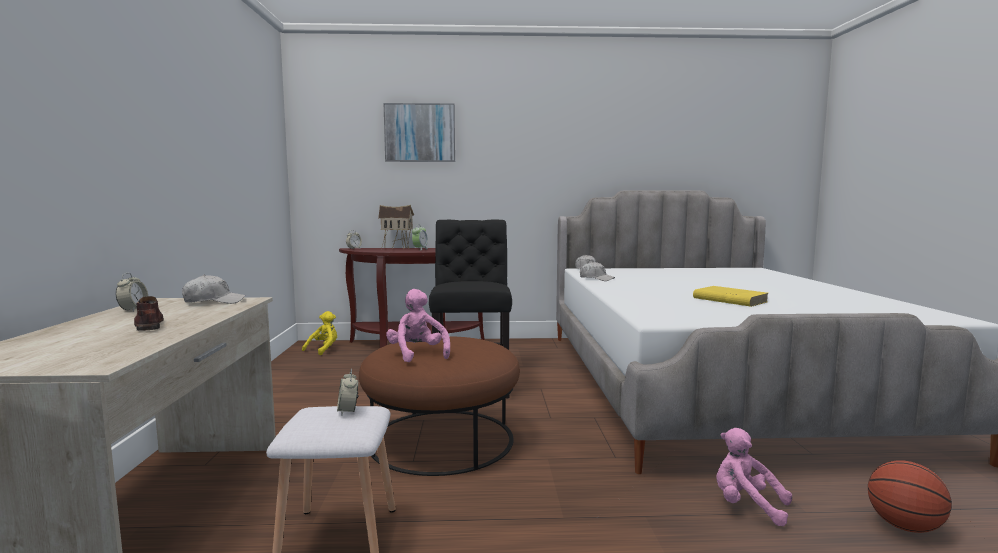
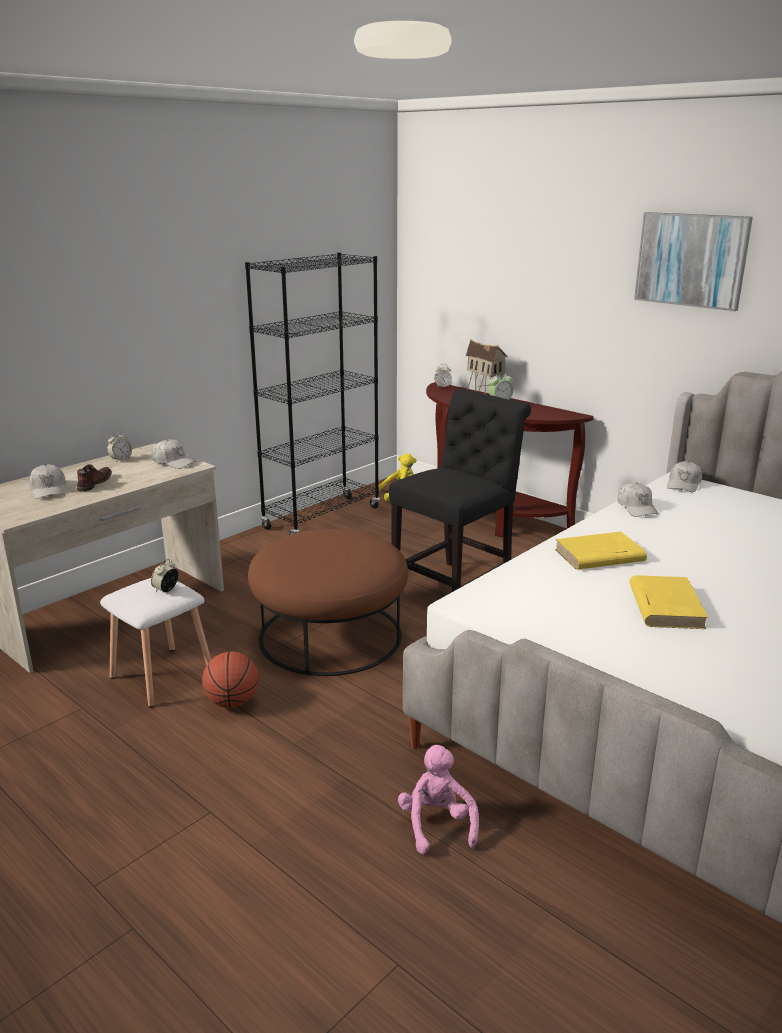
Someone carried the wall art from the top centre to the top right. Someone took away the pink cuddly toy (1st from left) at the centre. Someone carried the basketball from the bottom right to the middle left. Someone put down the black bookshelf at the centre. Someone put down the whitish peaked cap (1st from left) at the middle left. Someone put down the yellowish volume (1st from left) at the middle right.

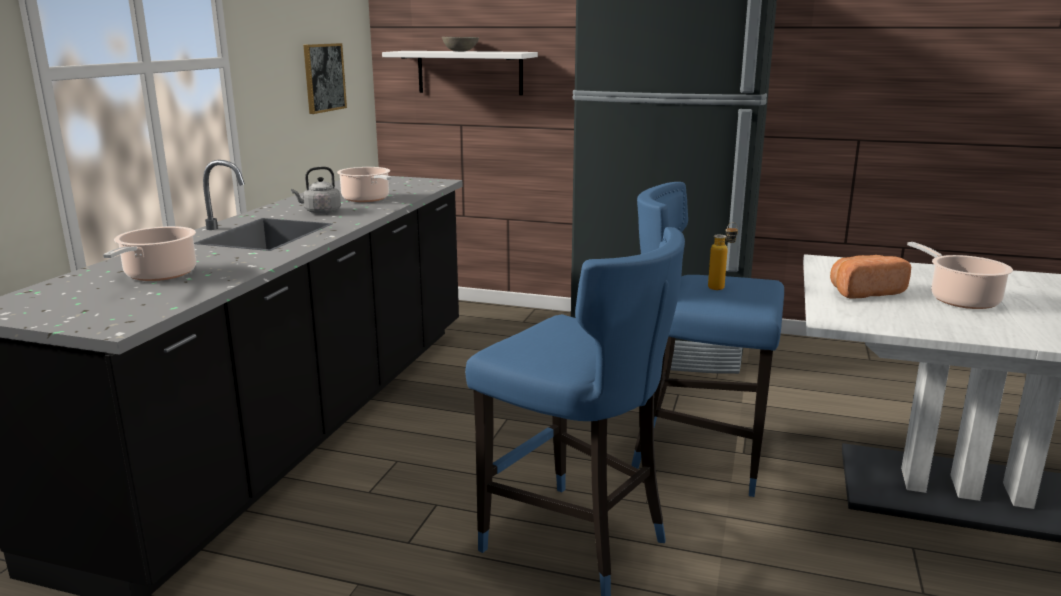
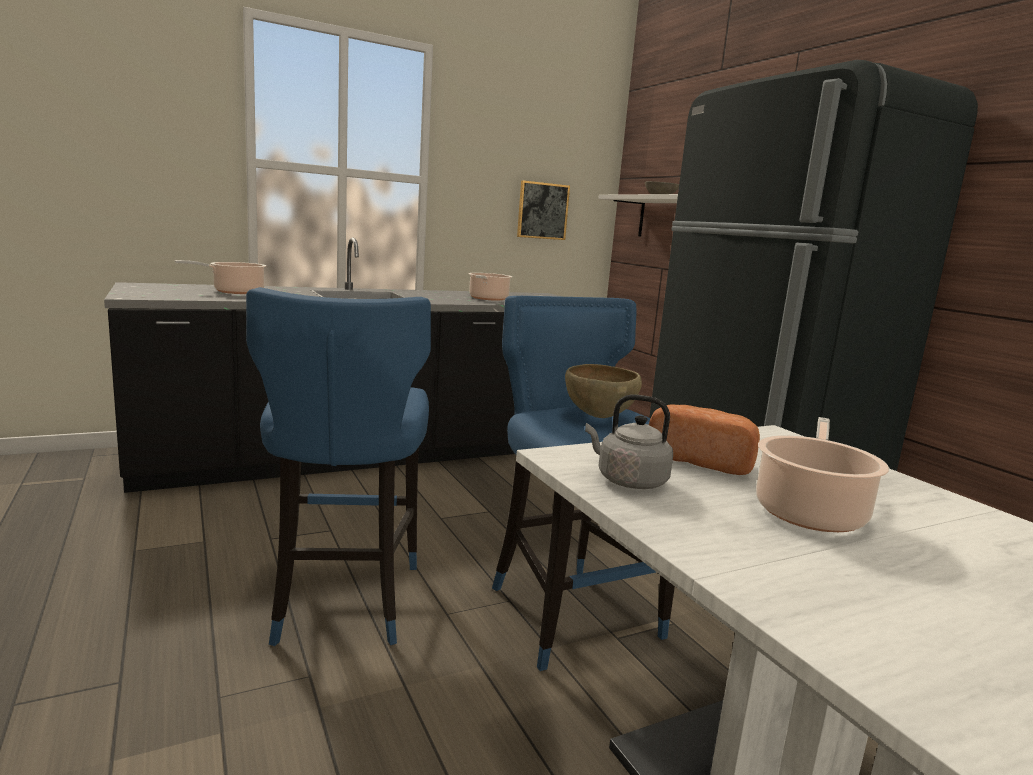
Someone carried the gray tea kettle from the top left to the centre. Someone swapped the bottle at the middle right for the brownish deep dish at the centre.

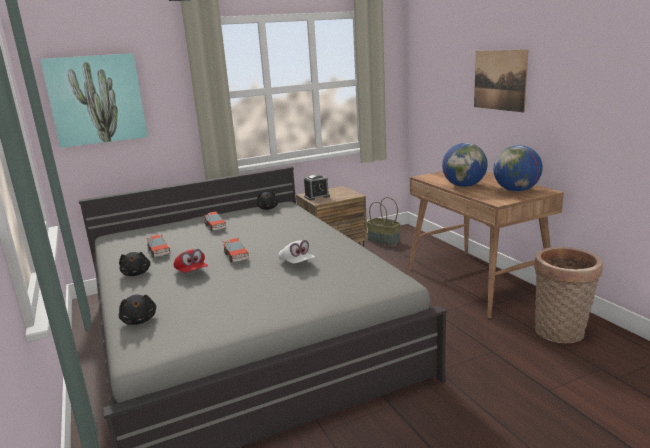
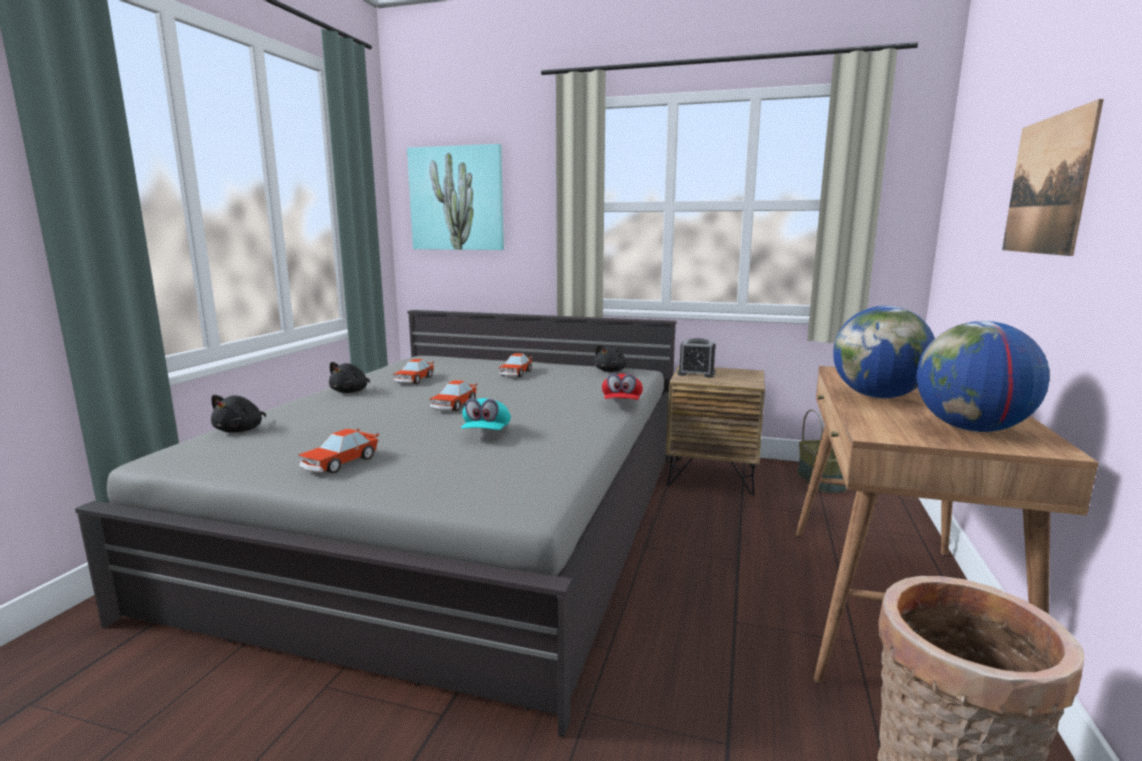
Someone repainted the whitish peaked cap at the centre, which became the blue-green peaked cap at the centre. Someone carried the red-coloured peaked cap from the middle left to the centre. Someone put down the toy car (1st from left) at the middle left.

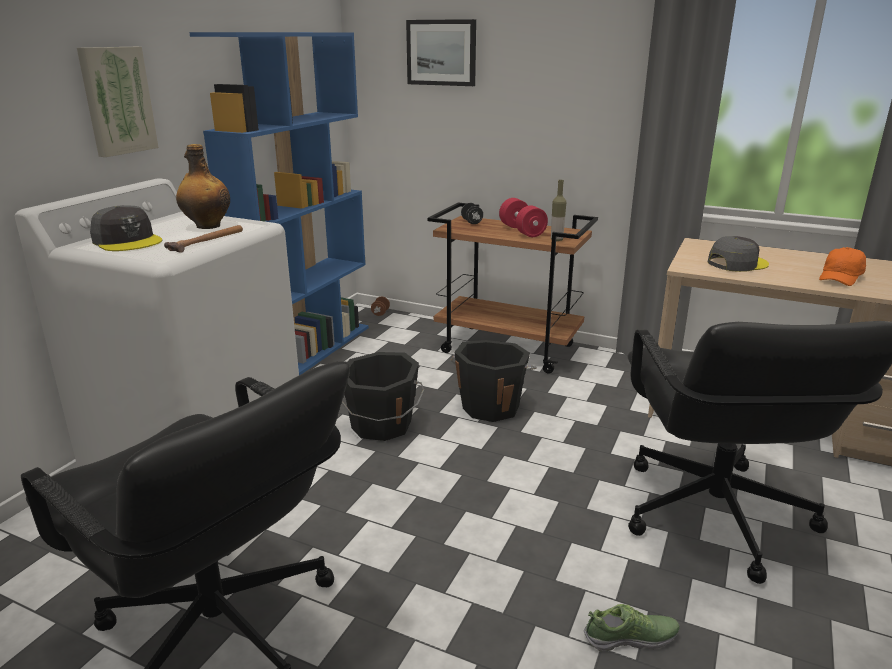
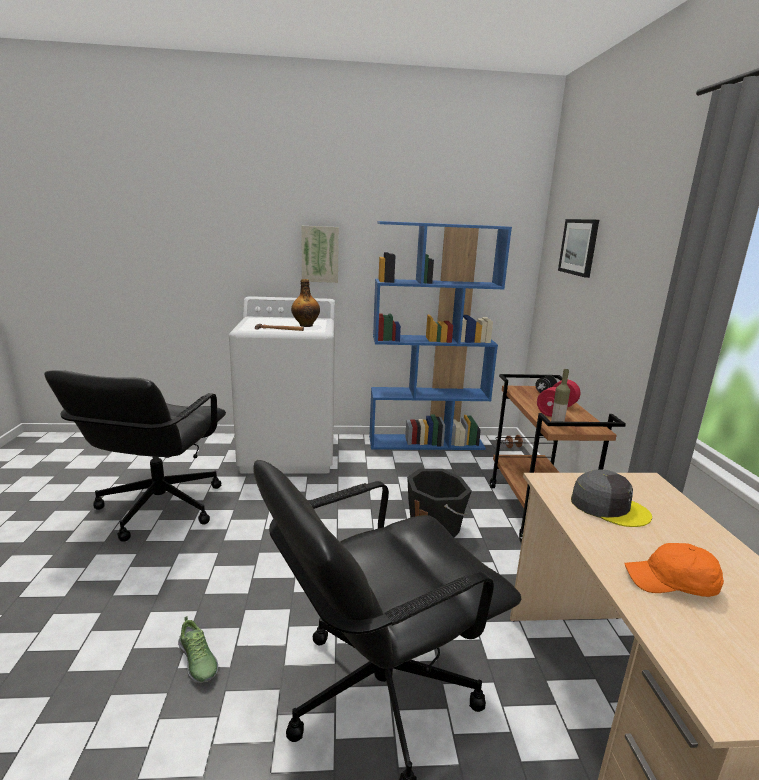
Someone took away the gray peaked cap (1st from left) at the middle left. Someone took away the black water bucket (1st from left) at the centre.

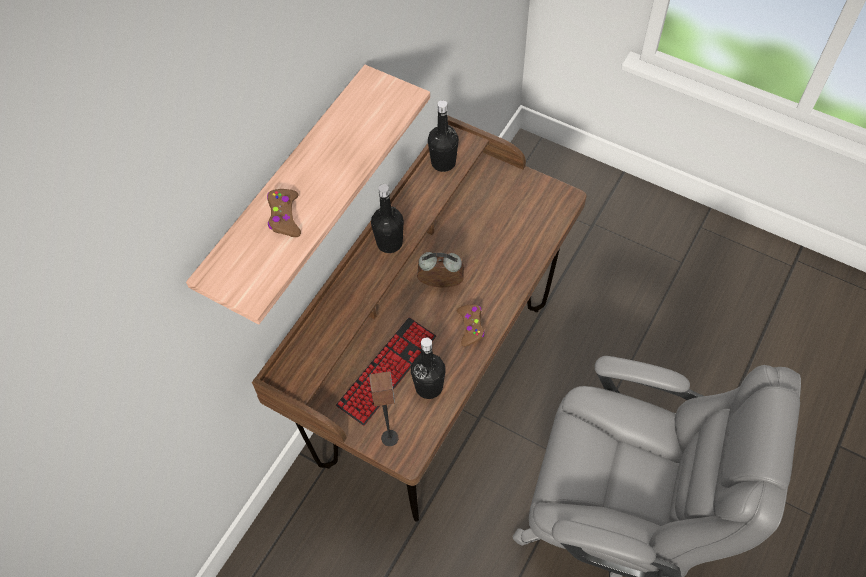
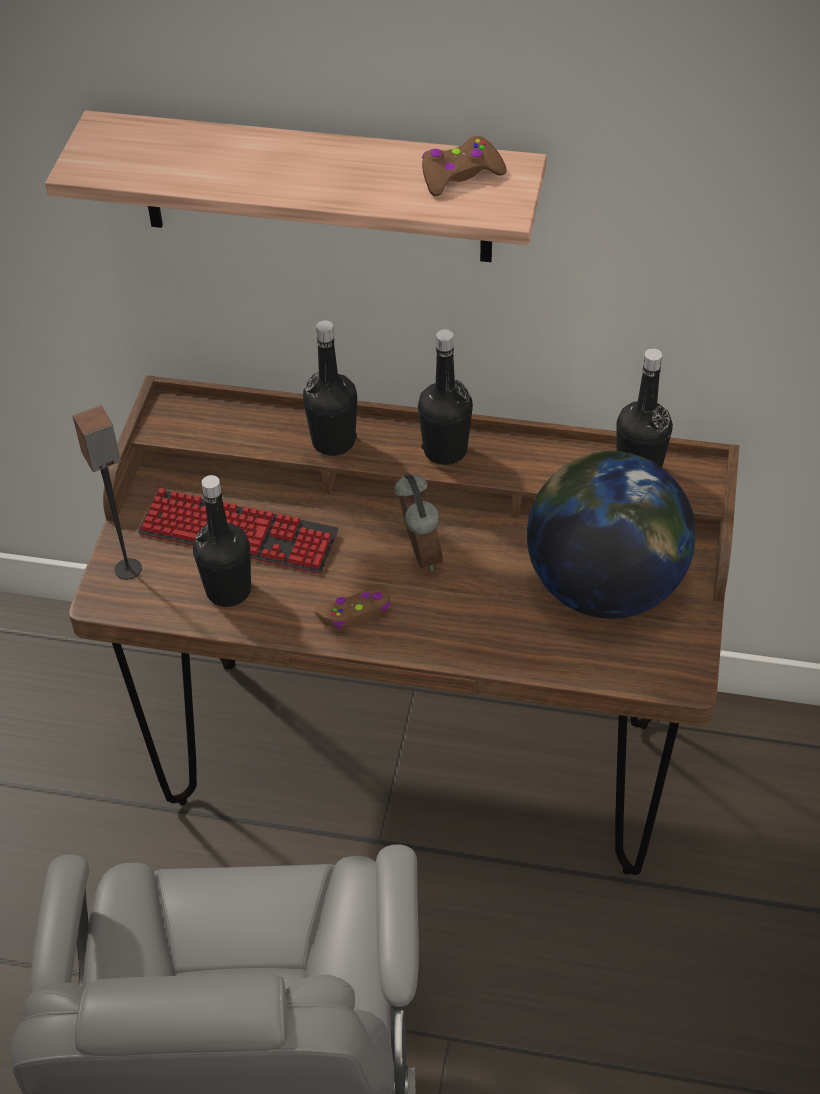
Someone carried the brownish joypad (1st from left in the first image) from the middle left to the top centre. Someone put down the black bottle (2nd from left) at the centre. Someone put down the world globe at the middle right.

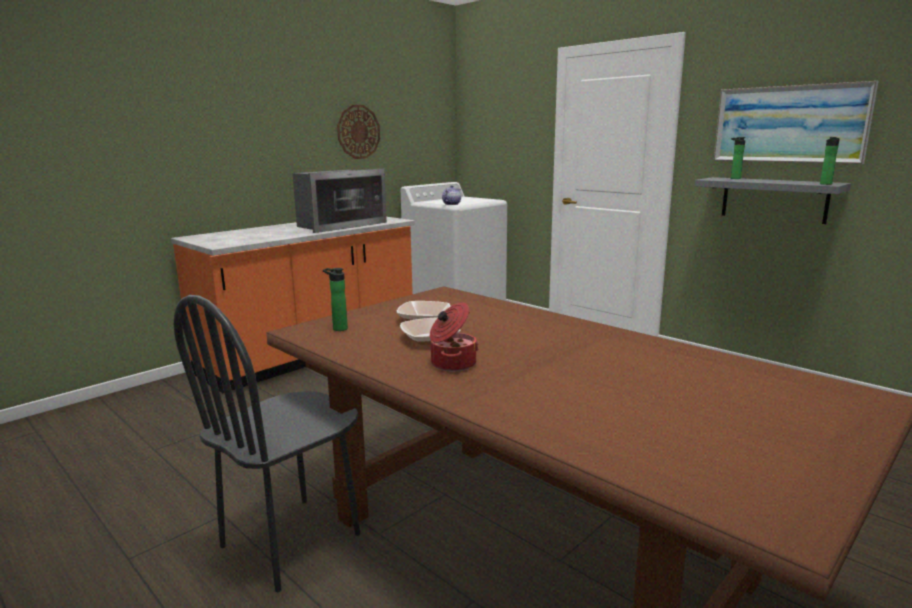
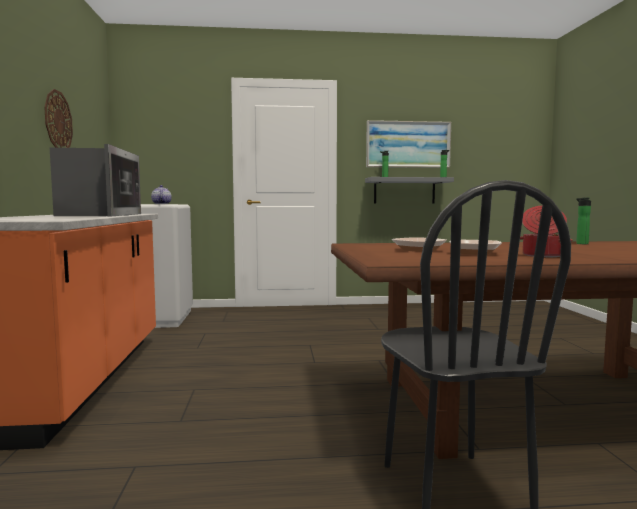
Someone carried the bottle (1st from left in the first image) from the centre to the middle right.

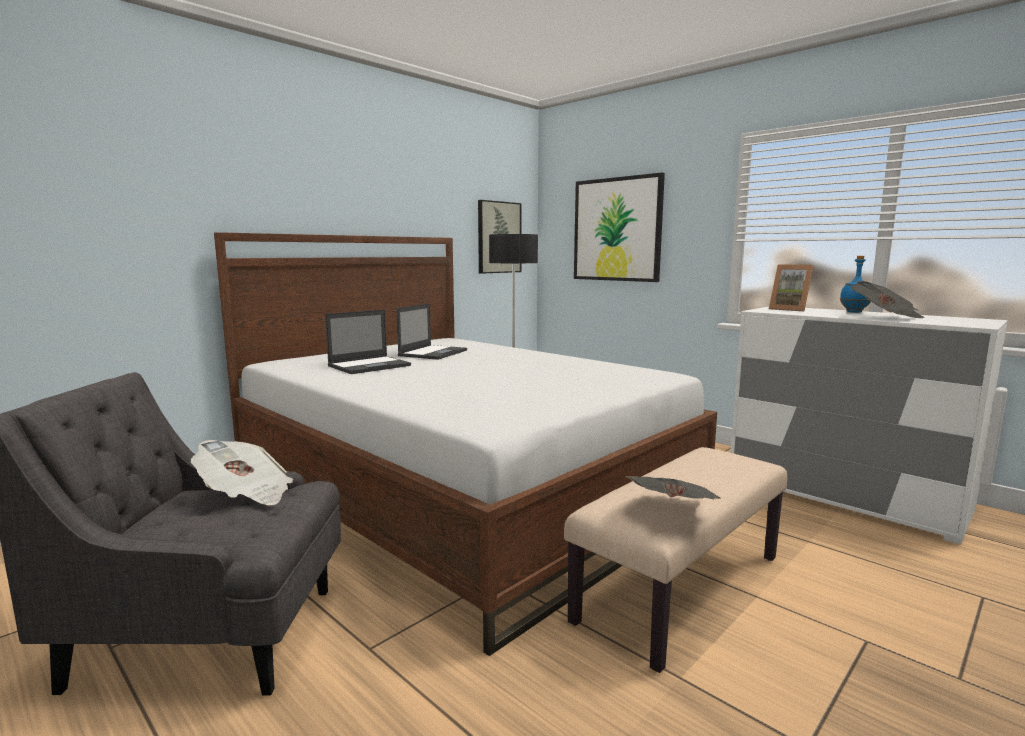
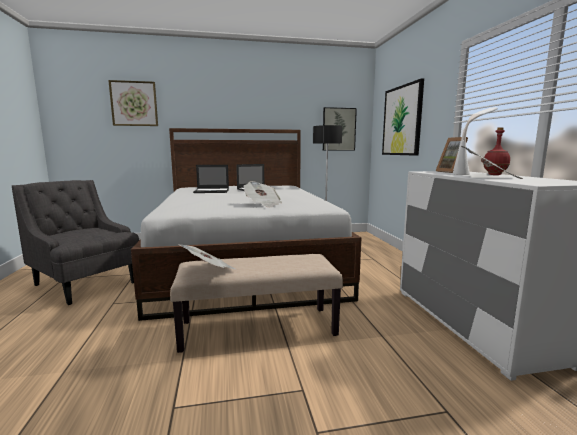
Someone repainted the bluish bottle at the middle right, which became the red-coloured bottle at the middle right. Someone carried the printed paper (1st from left in the first image) from the middle left to the centre. Someone put up the wall art (1st from left) at the top left. Someone put down the whitish lamp for a table at the top right.

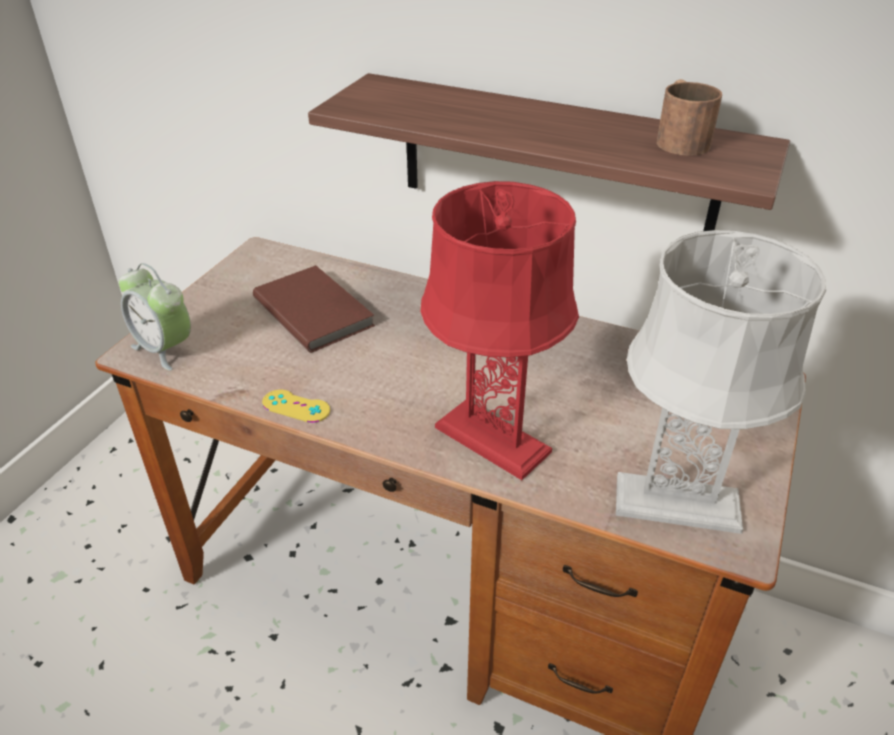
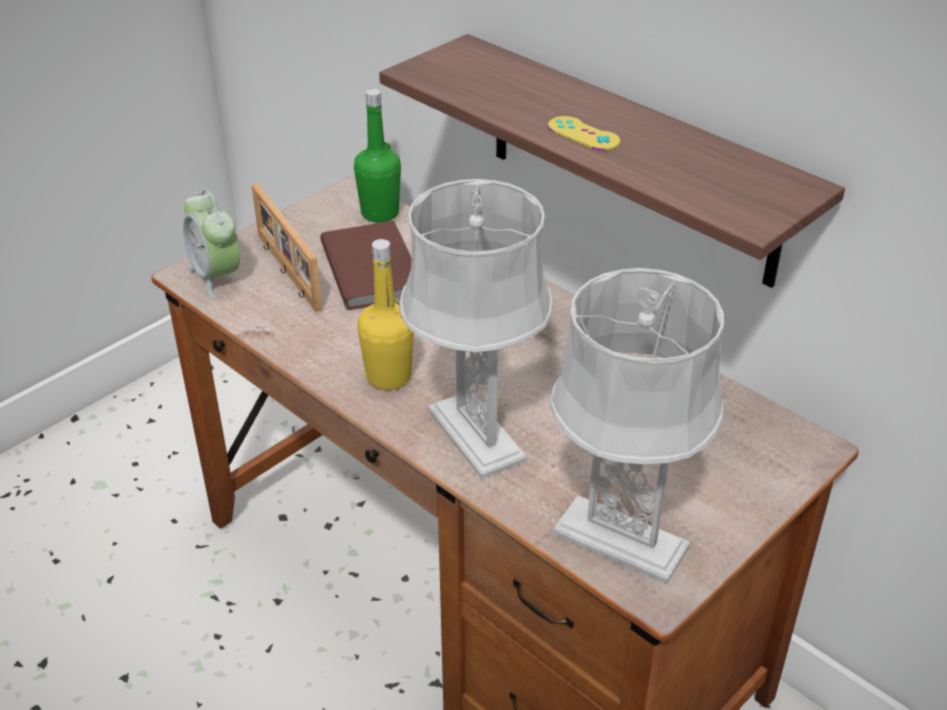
Someone took away the brownish coffee mug at the top right. Someone repainted the red-coloured lamp for a table at the centre, which became the gray lamp for a table (1st from left) at the centre. Someone carried the yellowish joypad from the middle left to the top centre. Someone put down the green-coloured bottle at the top centre. Someone put down the picture frame at the middle left. Someone put down the yellowish bottle at the centre.

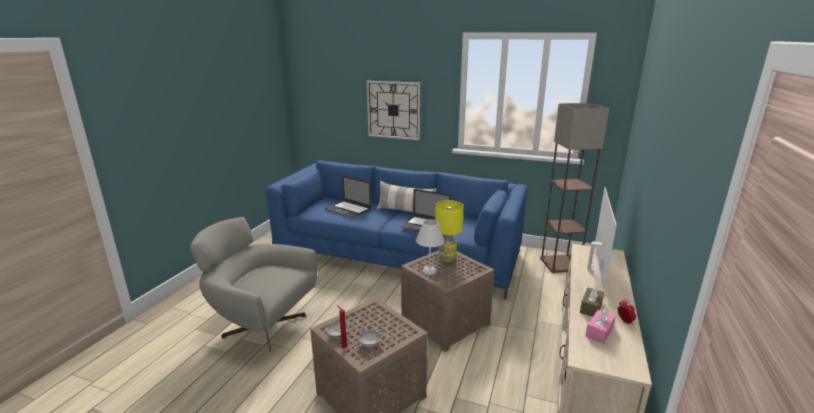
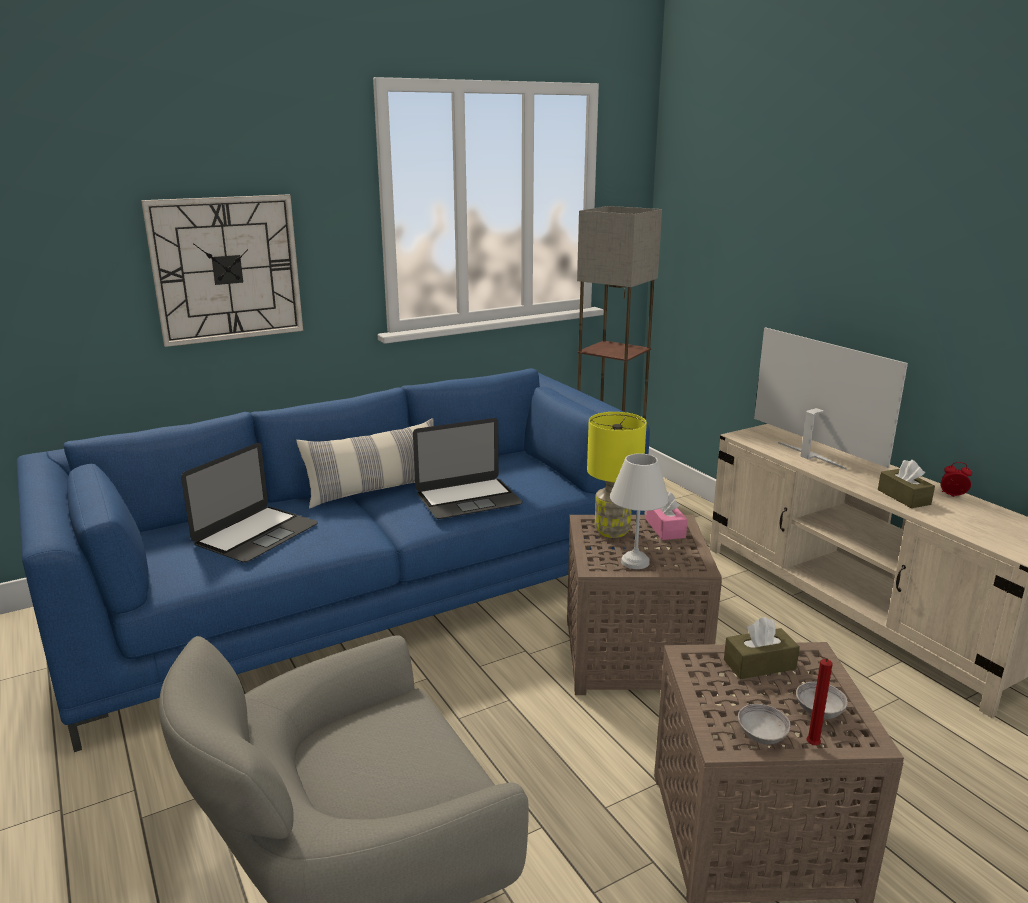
Someone rotated the laptop (1st from left) at the centre by 45 degrees counterclockwise. Someone carried the pink tissue box from the bottom right to the centre. Someone put down the brownish tissue box (1st from left) at the bottom right.

